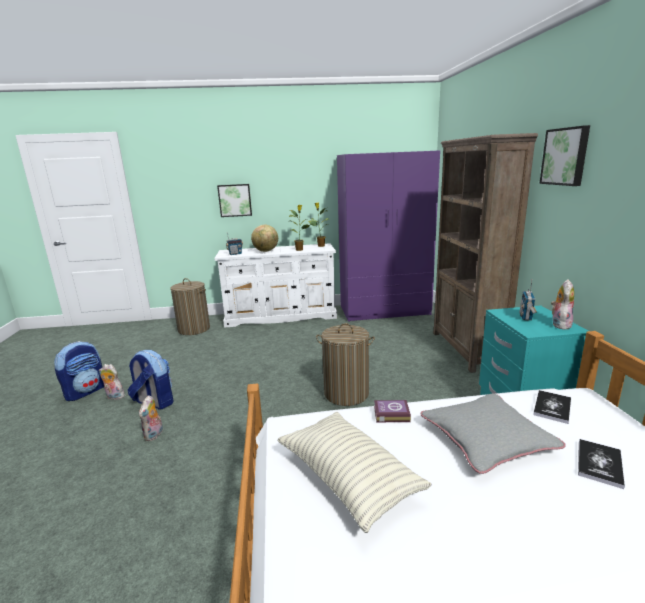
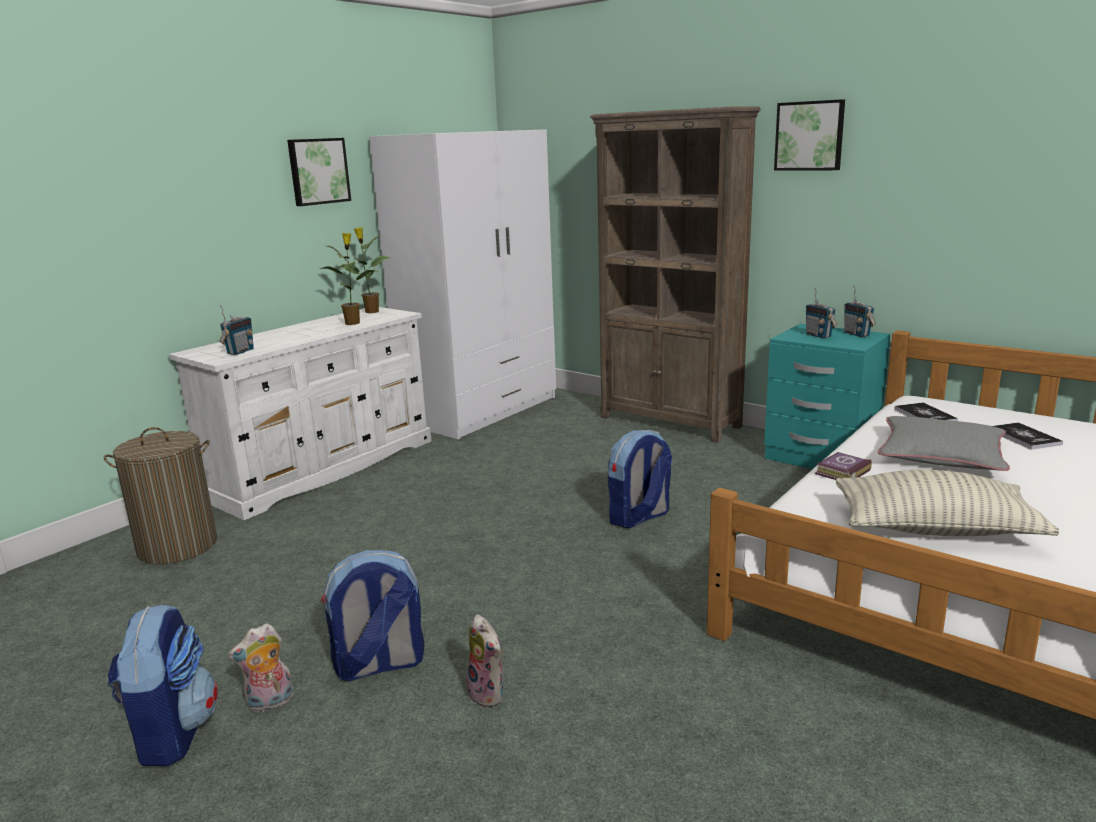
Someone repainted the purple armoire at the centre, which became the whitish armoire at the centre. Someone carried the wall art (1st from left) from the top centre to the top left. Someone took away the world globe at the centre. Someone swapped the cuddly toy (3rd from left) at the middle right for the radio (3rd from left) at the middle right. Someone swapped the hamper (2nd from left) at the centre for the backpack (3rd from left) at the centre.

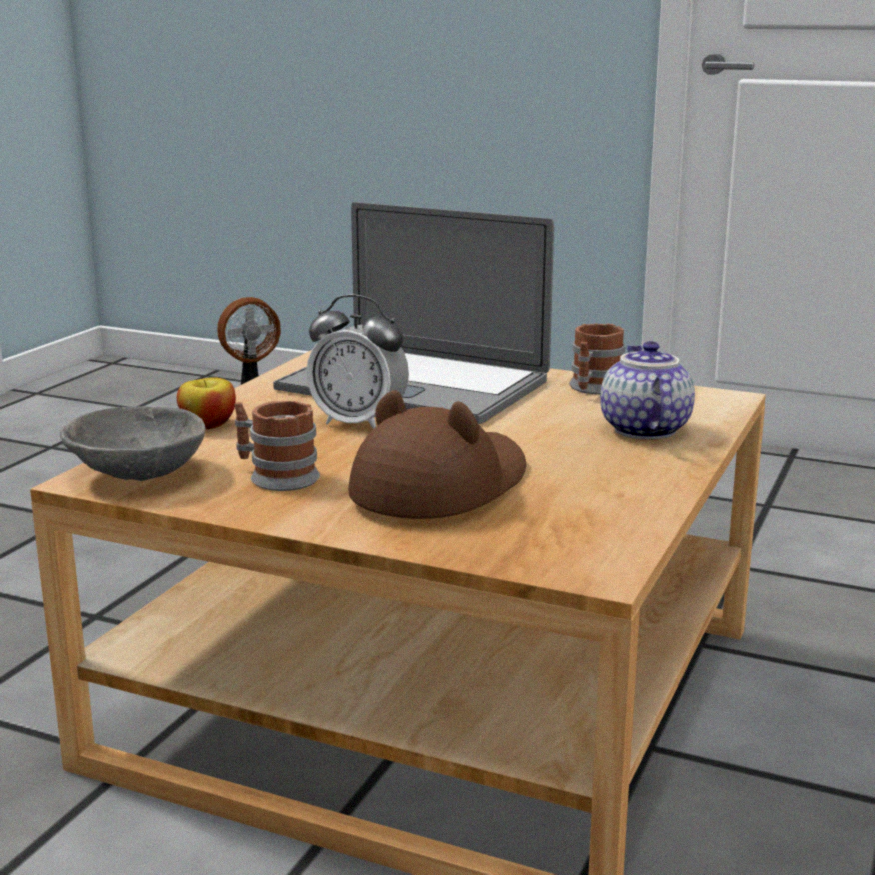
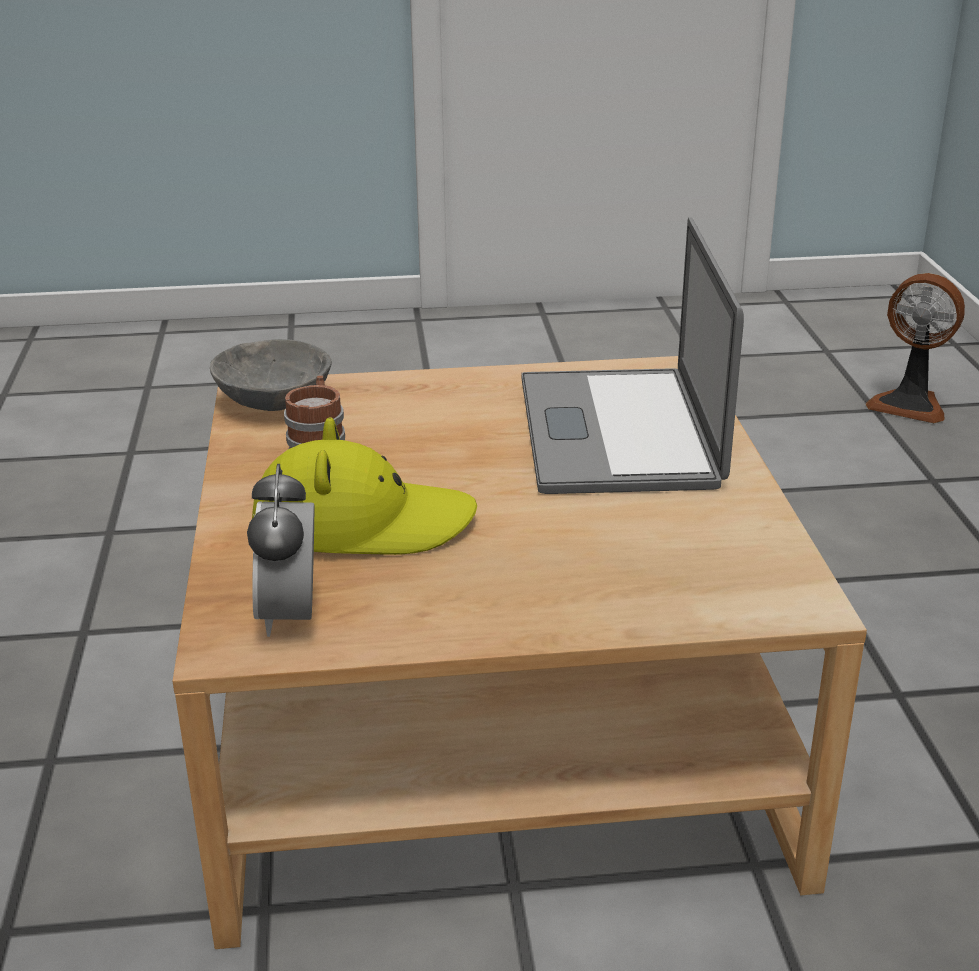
Someone carried the bedside clock from the centre to the middle left. Someone took away the coffee mug (2nd from left) at the middle right. Someone took away the tea pot at the middle right. Someone took away the apple at the middle left. Someone repainted the brownish wearable hat at the centre, which became the yellowish wearable hat at the centre.

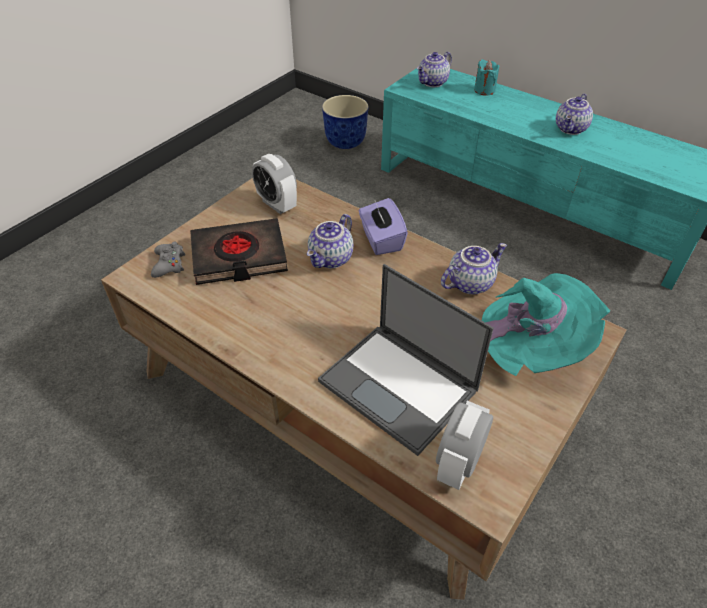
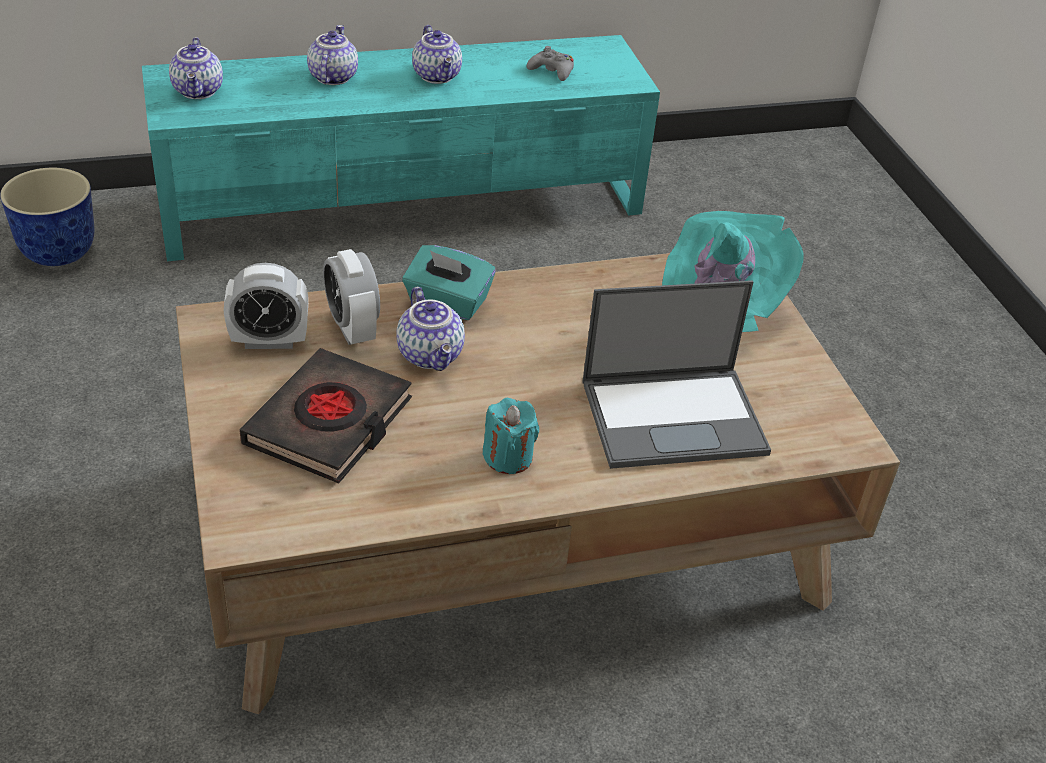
Someone carried the blue-green candle from the top right to the centre. Someone repainted the purple tissue box at the centre, which became the blue-green tissue box at the centre. Someone carried the gray joypad from the middle left to the top centre. Someone carried the tea pot (3rd from left in the first image) from the middle right to the top left. Someone carried the bedside clock (2nd from left) from the bottom centre to the centre.

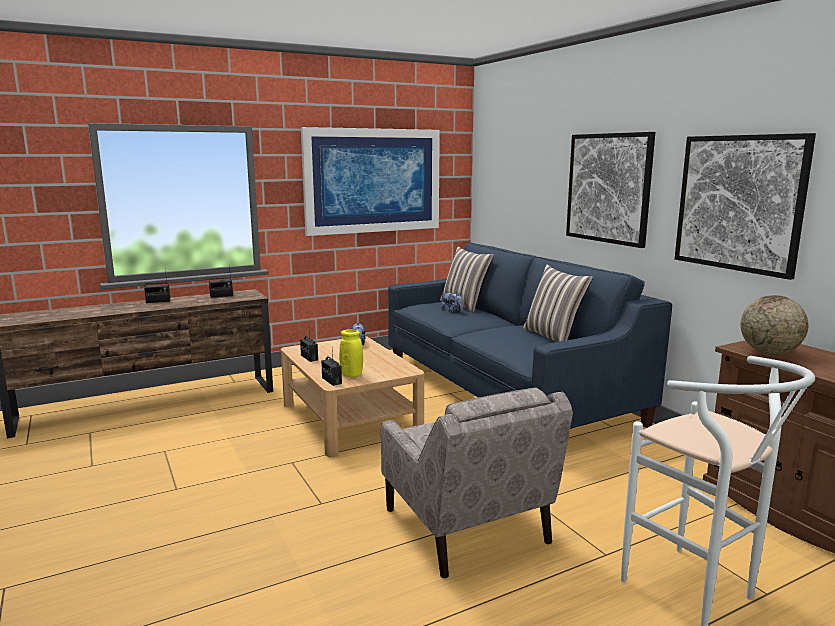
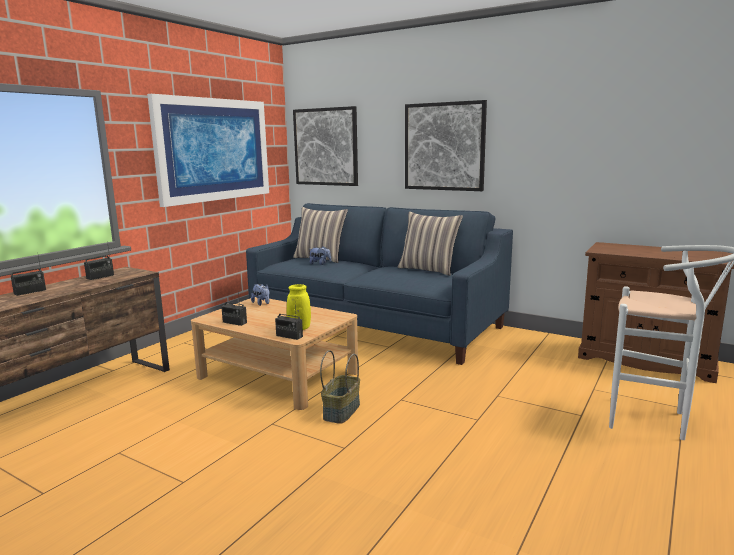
Someone carried the wall art (3rd from left in the first image) from the top right to the top centre. Someone took away the world globe at the middle right. Someone took away the beige armchair at the bottom centre. Someone put down the household basket at the bottom centre.

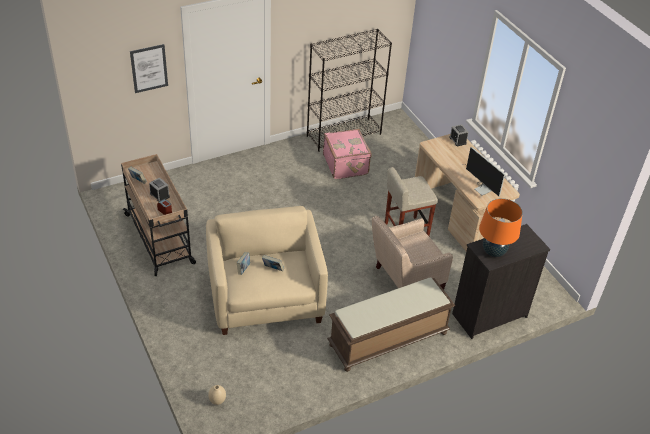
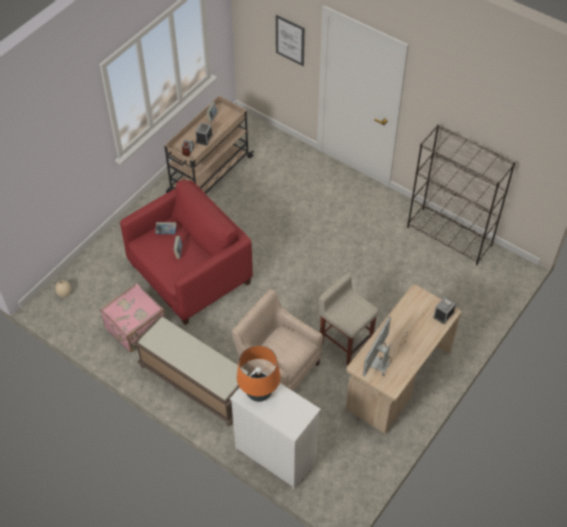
Someone carried the pink suitcase from the centre to the middle left. Someone repainted the beige armchair (1st from left) at the centre, which became the red-coloured armchair at the middle left. Someone repainted the black chest of drawers at the middle right, which became the whitish chest of drawers at the bottom centre.

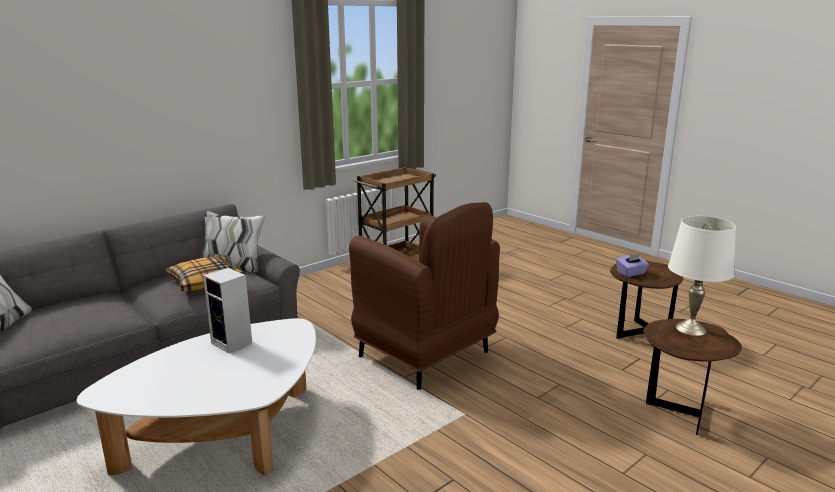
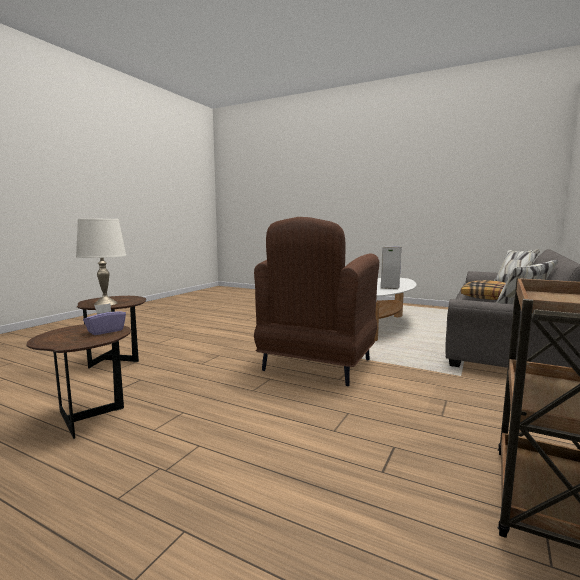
Someone rotated the brownish armchair at the centre by 90 degrees counterclockwise.

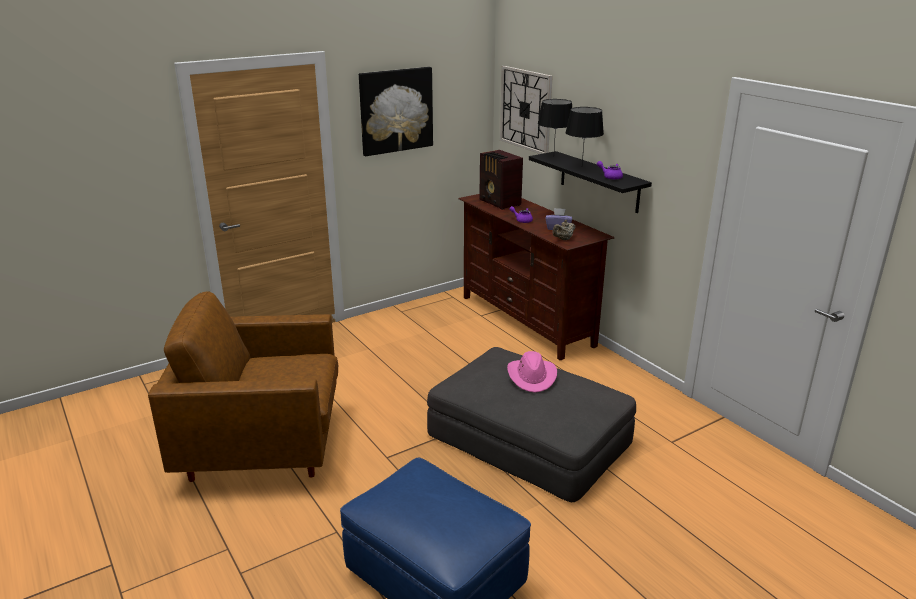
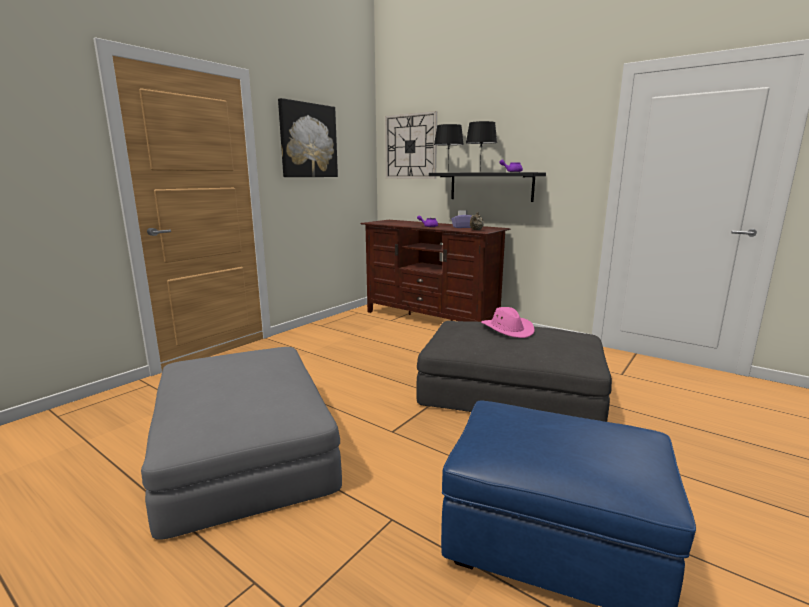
Someone took away the radio at the top centre. Someone swapped the brownish armchair at the middle left for the gray ottoman (1st from left) at the bottom left.

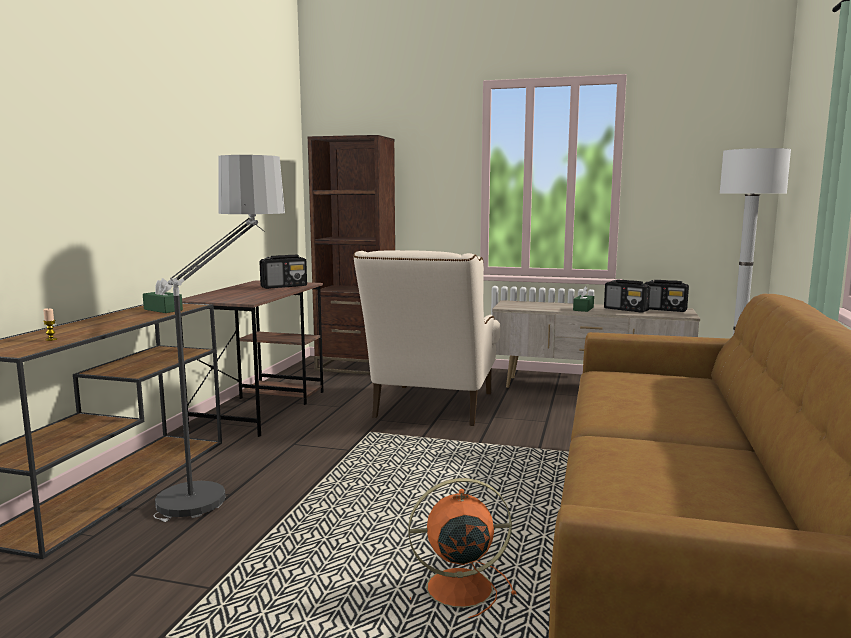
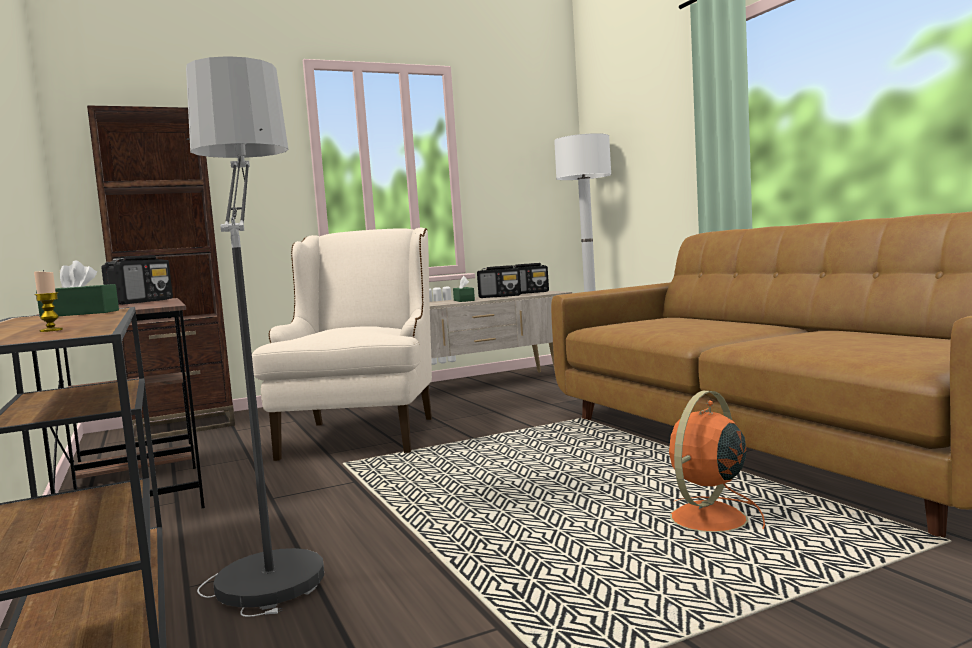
Someone rotated the beige armchair at the centre by 150 degrees counterclockwise.

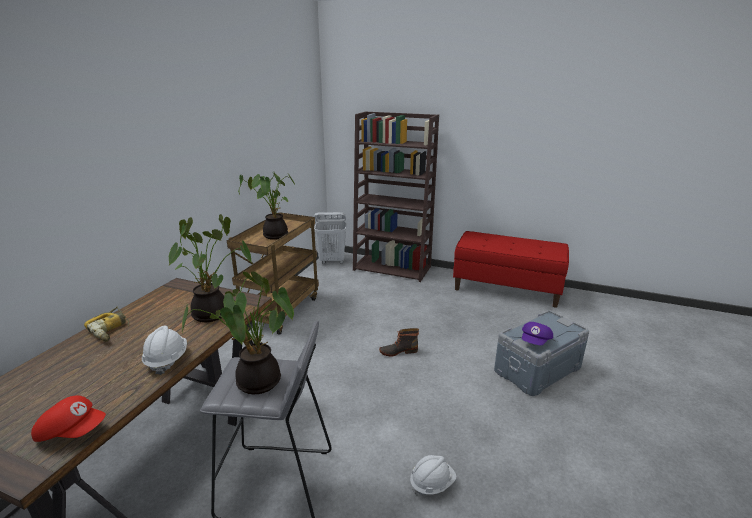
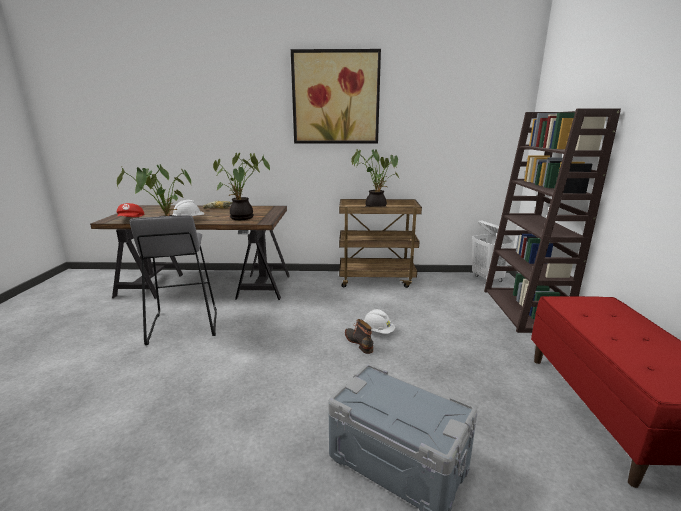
Someone took away the purple peaked cap at the middle right. Someone carried the whitish work helmet (2nd from left) from the bottom centre to the centre. Someone put up the wall art at the top centre.

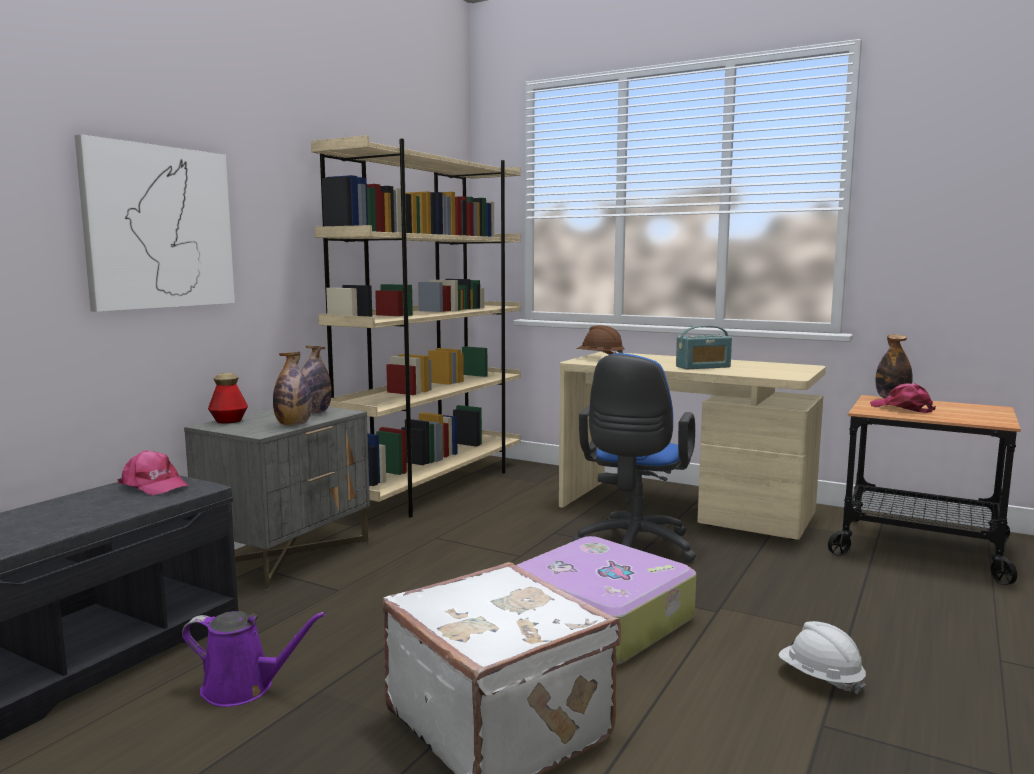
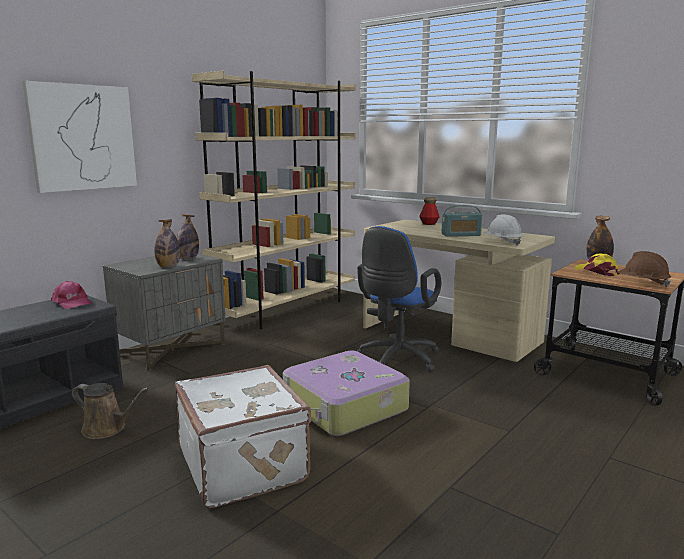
Someone carried the brownish work helmet from the centre to the middle right. Someone carried the bottle (1st from left in the first image) from the middle left to the centre. Someone repainted the pink peaked cap (2nd from left) at the middle right, which became the yellowish peaked cap at the middle right. Someone repainted the purple watering can at the bottom left, which became the brownish watering can at the bottom left. Someone carried the whitish work helmet from the bottom right to the middle right.

